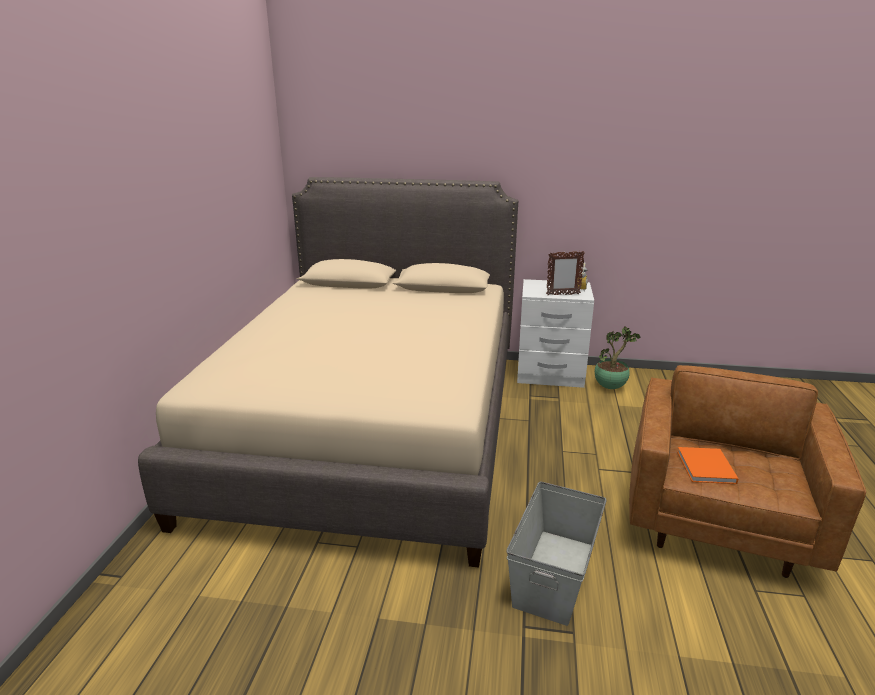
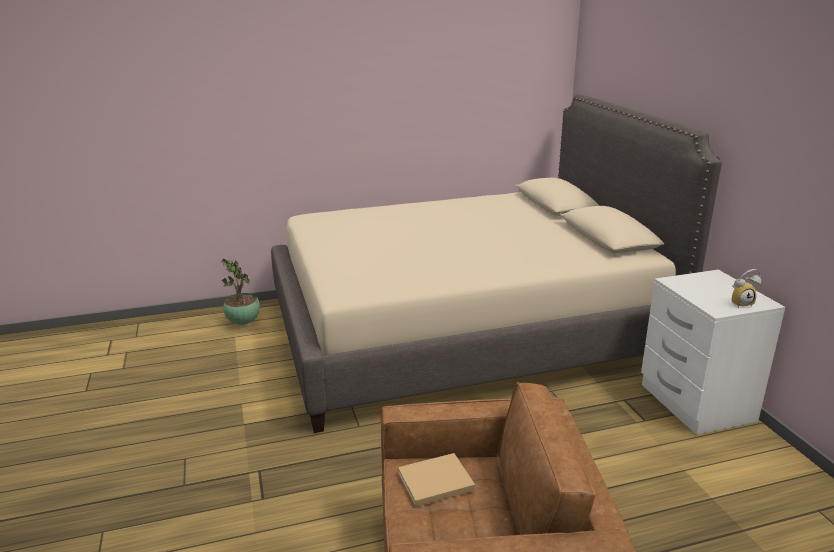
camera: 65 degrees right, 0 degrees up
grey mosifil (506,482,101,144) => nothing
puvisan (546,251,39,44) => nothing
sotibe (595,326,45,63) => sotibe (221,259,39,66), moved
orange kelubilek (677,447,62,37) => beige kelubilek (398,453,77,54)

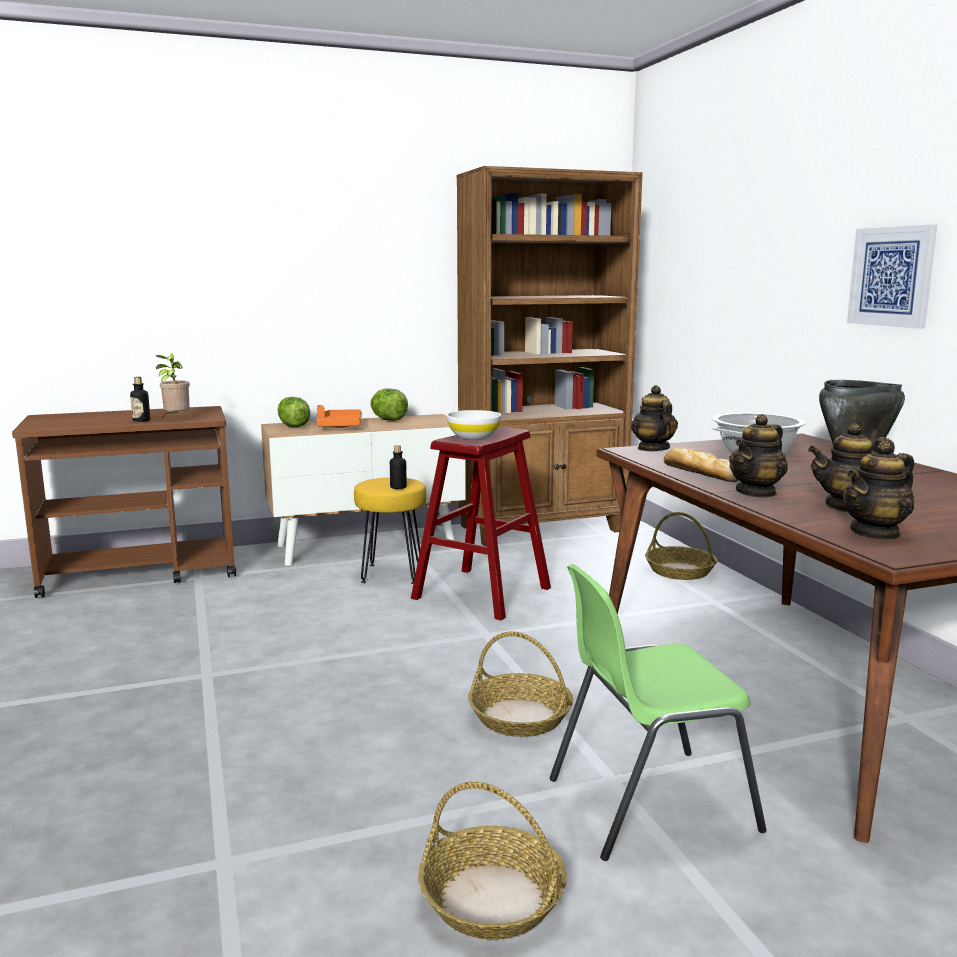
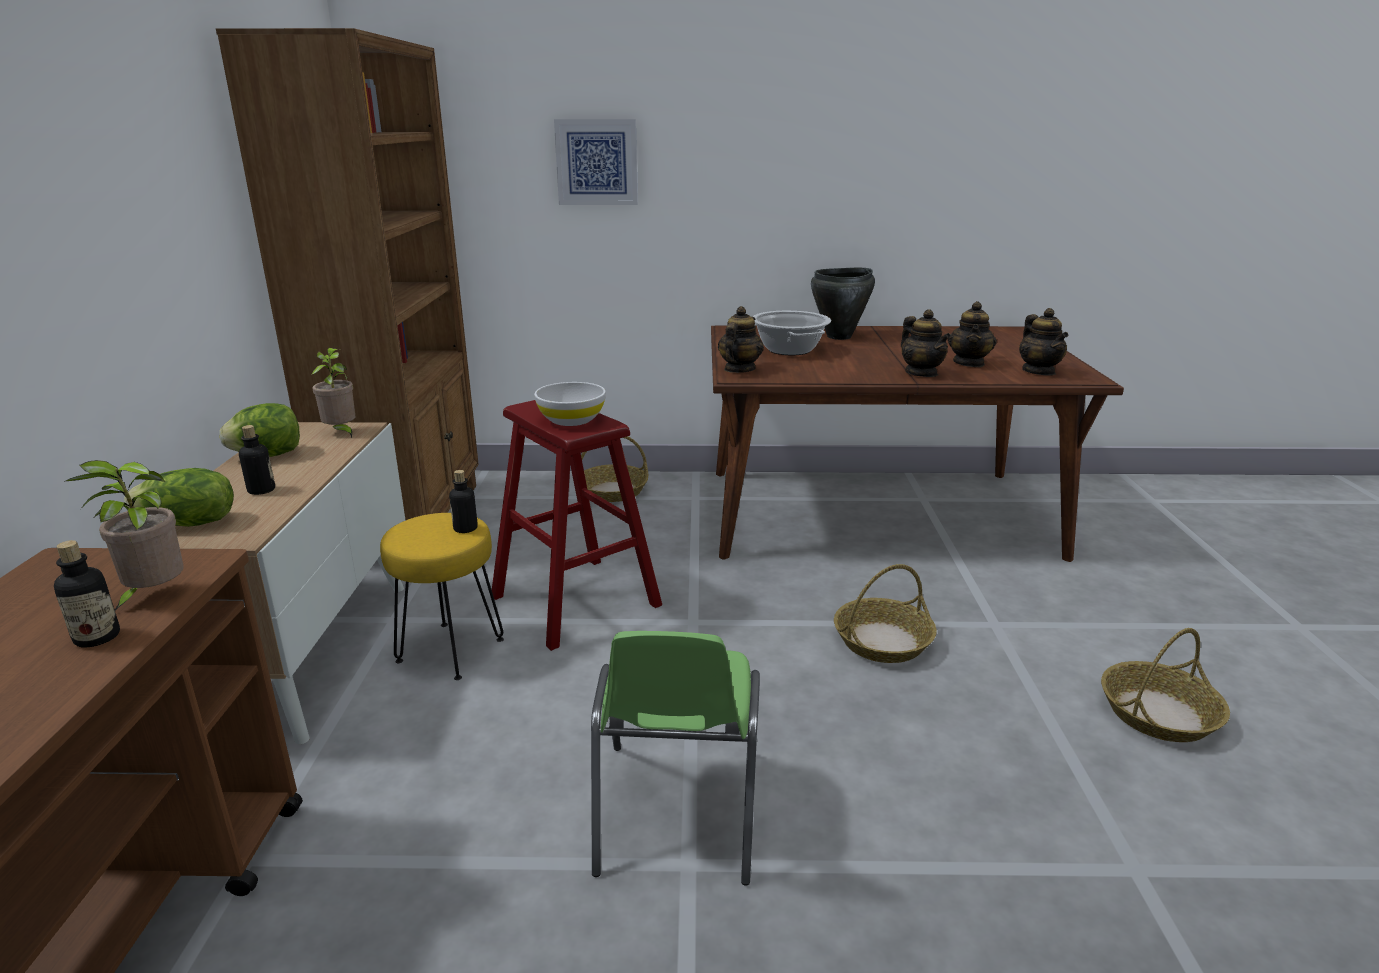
camera: 70 degrees left, 10 degrees up
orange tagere (317,405,45,23) => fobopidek (239,425,36,70)
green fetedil (550,564,216,297) => green fetedil (591,631,169,255), moved
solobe (631,385,47,66) => solobe (718,306,46,67), 105 degrees clockwise
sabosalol (664,448,75,34) => nothing
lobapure (847,225,90,104) => lobapure (554,119,84,86), moved
nothing => sotibe (311,348,44,90)

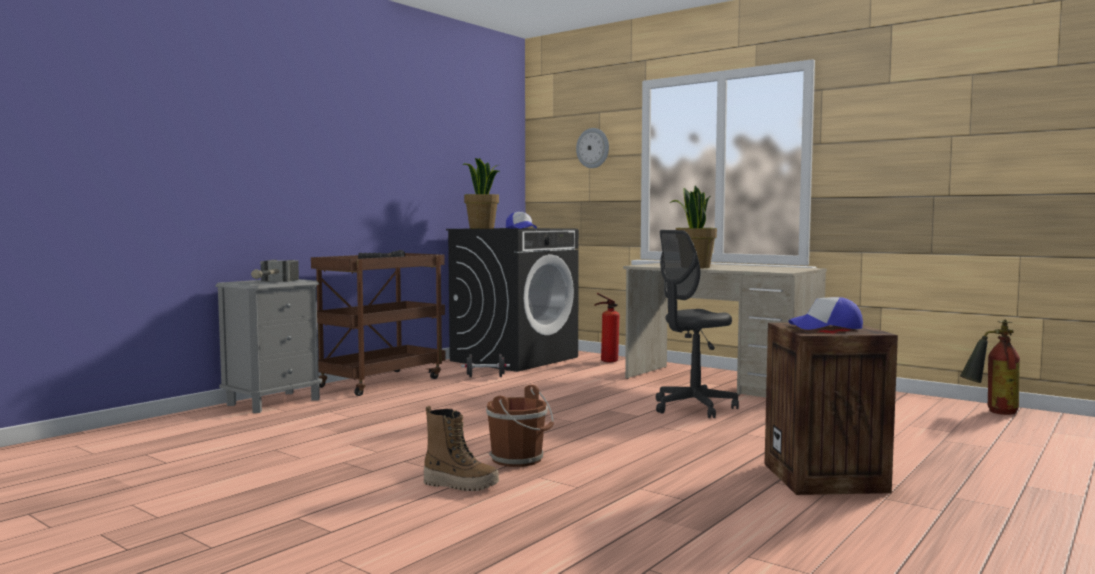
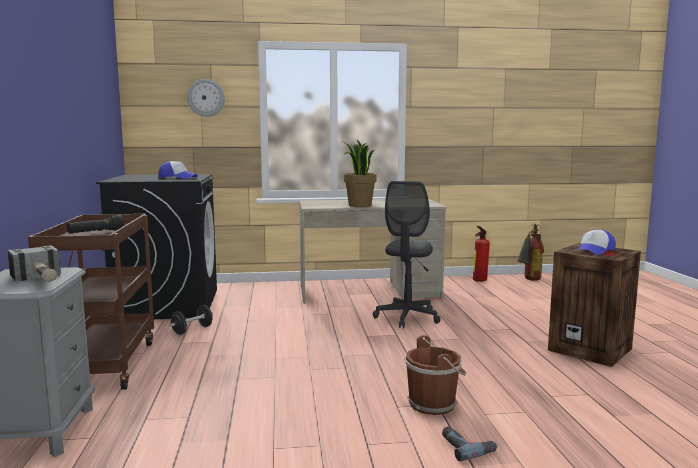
camera: 45 degrees left, 5 degrees up
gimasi (424,406,75,85) => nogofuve (442,426,55,35)
sotibe (462,158,38,71) => nothing
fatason (594,293,26,69) => fatason (473,226,17,56), moved

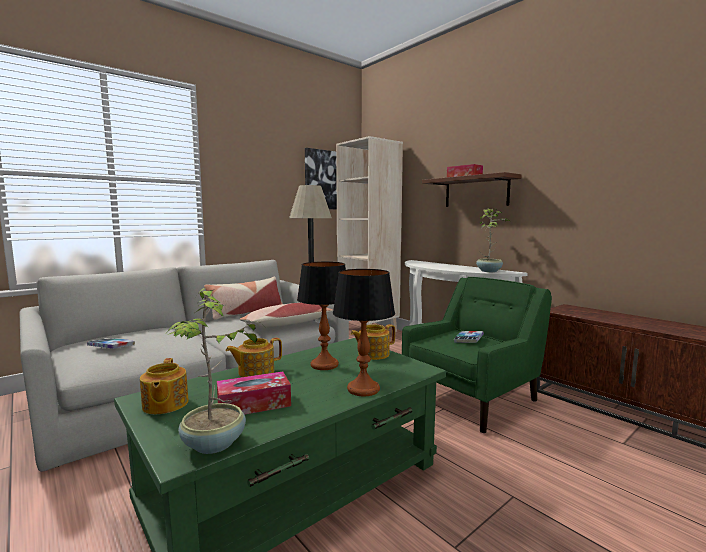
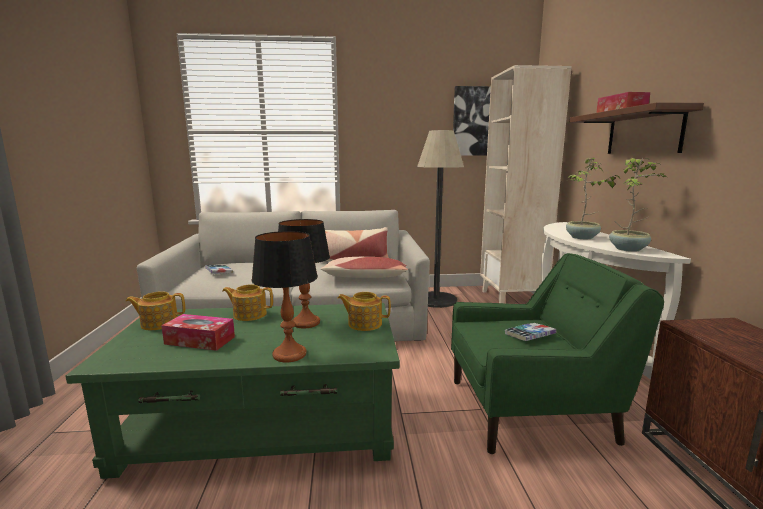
camera: 35 degrees right, 5 degrees up
solobe (140,358,49,56) => solobe (126,291,59,39), 60 degrees clockwise
sotibe (167,288,95,166) => sotibe (566,158,54,81), moved

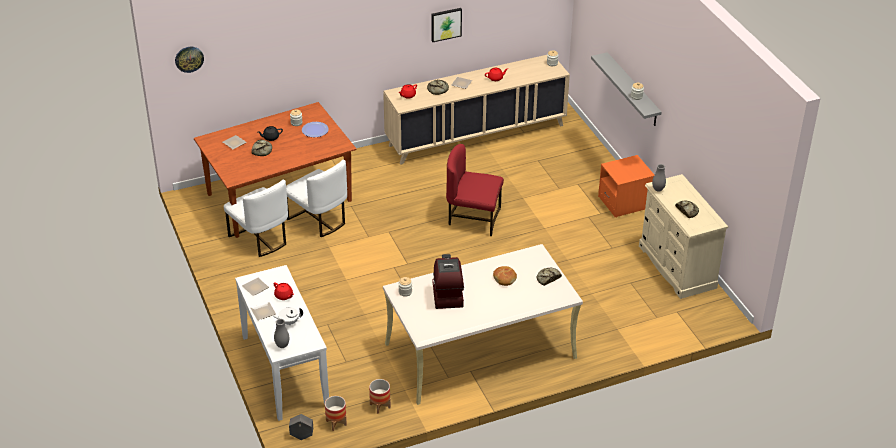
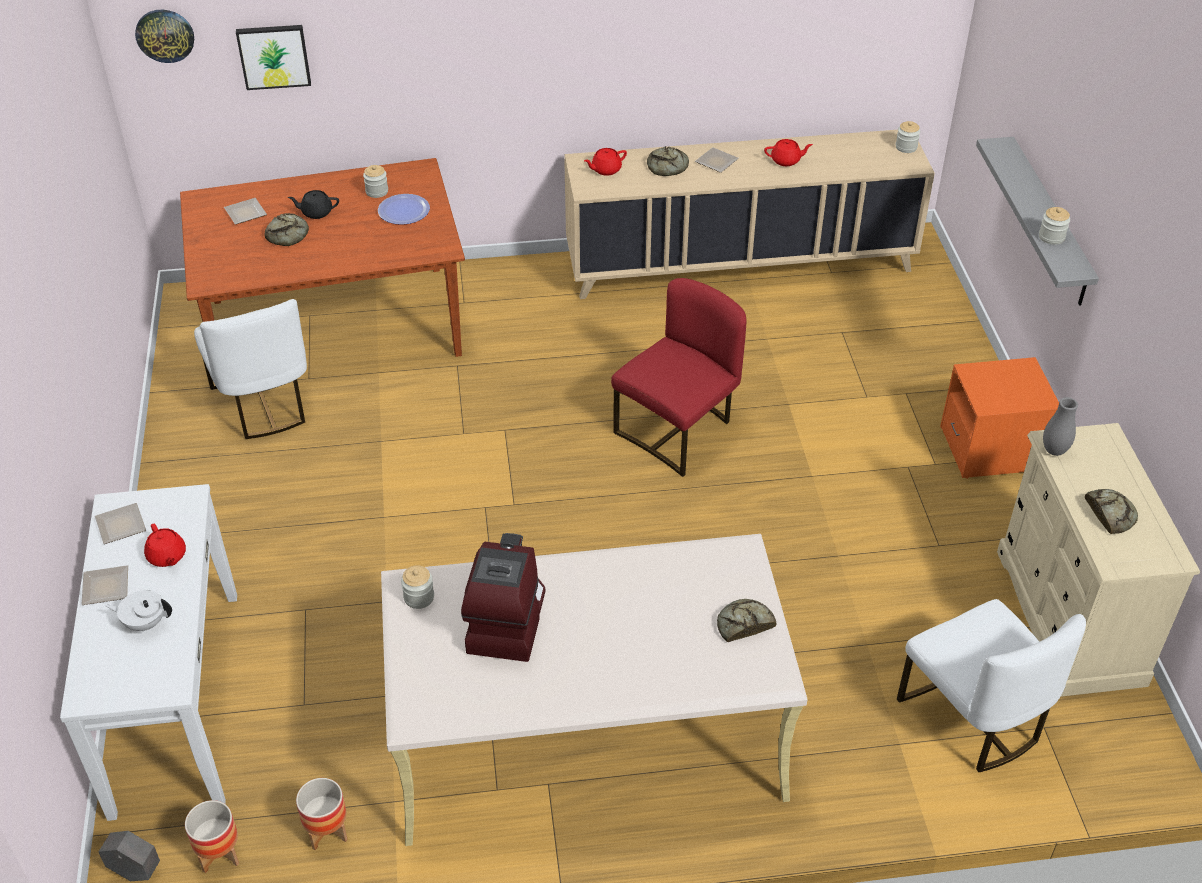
camera: 15 degrees right, 5 degrees up
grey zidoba (274,319,16,29) => nothing
white fetedil (286,160,61,77) => white fetedil (897,599,189,173), moved
lobapure (431,8,31,34) => lobapure (236,25,75,65), moved
red fetedil (446,144,58,92) => red fetedil (611,278,135,199), 105 degrees clockwise
sabosalol (493,266,24,20) => nothing

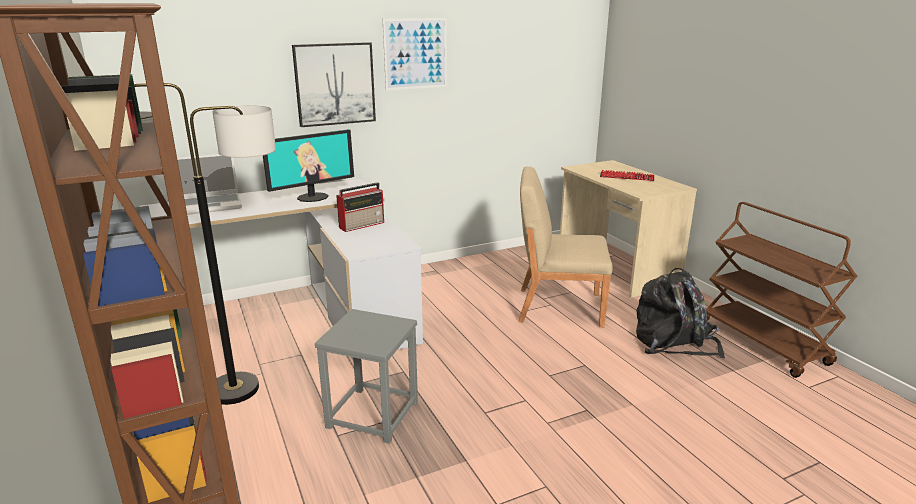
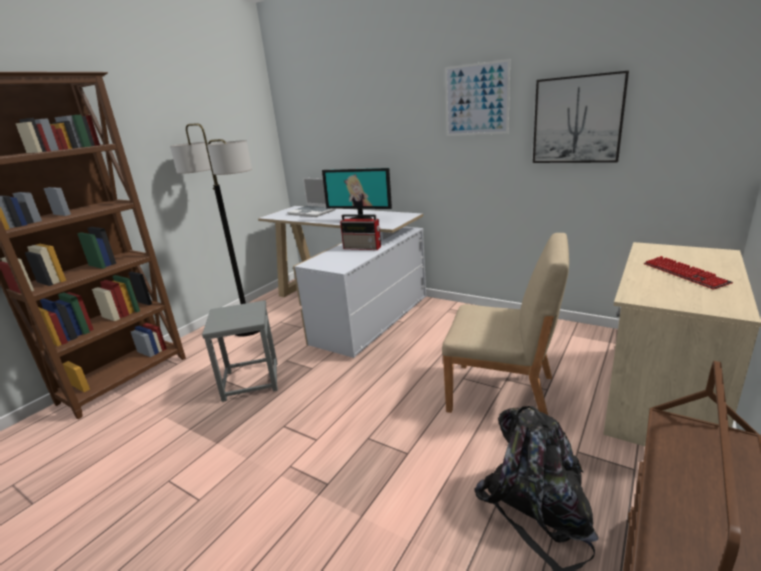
camera: 60 degrees right, 0 degrees up
lobapure (292,42,84,85) => lobapure (533,71,96,92), moved
beige fetedil (518,167,95,160) => beige fetedil (442,233,127,182), 135 degrees clockwise

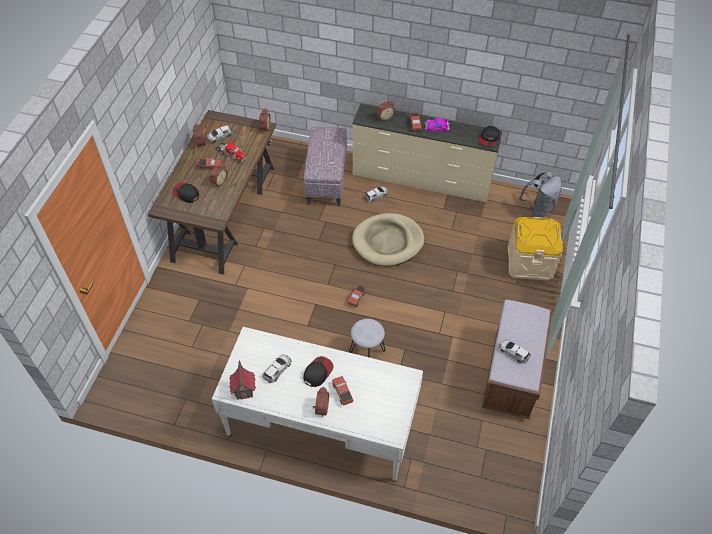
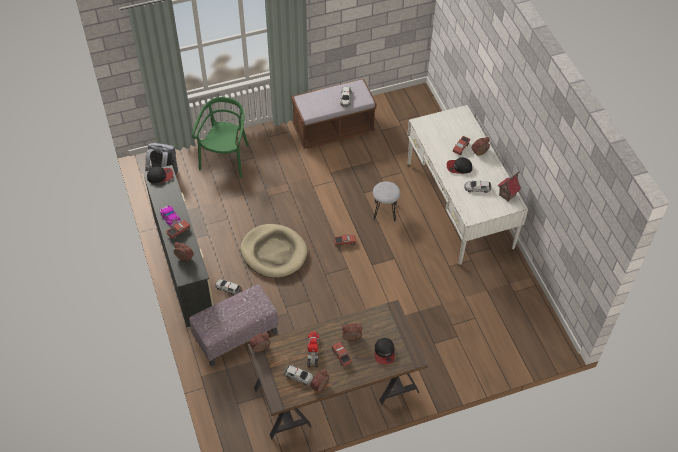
camera: 125 degrees left, 0 degrees up
beige mosifil (508,217,55,64) => green fetedil (192,97,57,81)

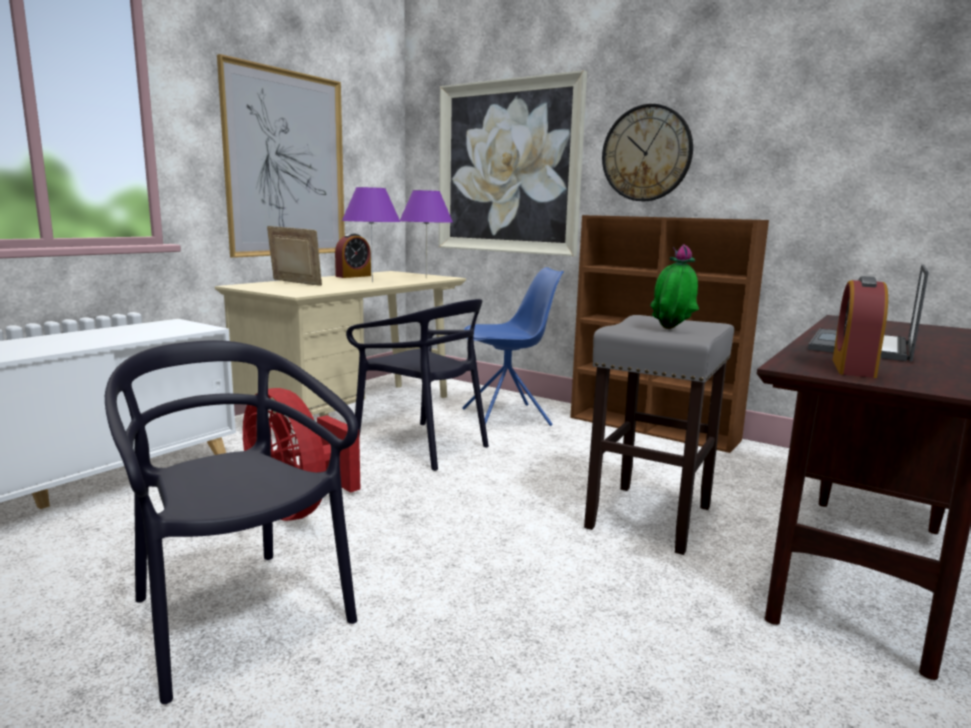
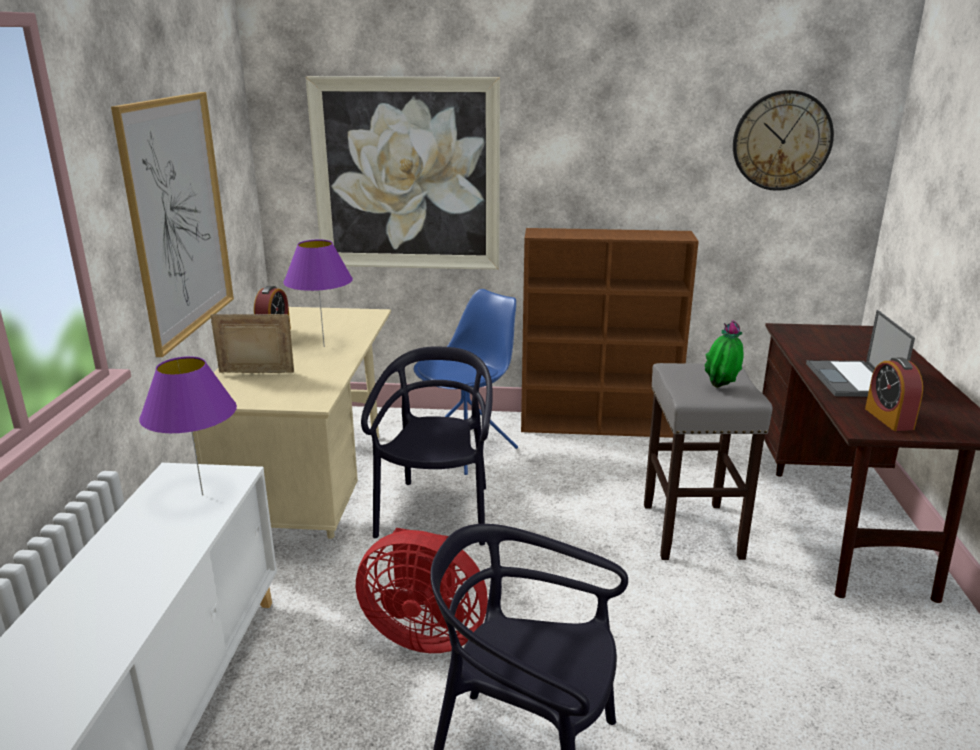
camera: 30 degrees left, 10 degrees up
black fetedil (346,299,143,172) => black fetedil (361,347,132,199), 90 degrees counterclockwise
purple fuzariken (400,190,53,74) => purple fuzariken (139,356,98,139), moved
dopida (602,104,91,97) => dopida (733,90,101,101), moved

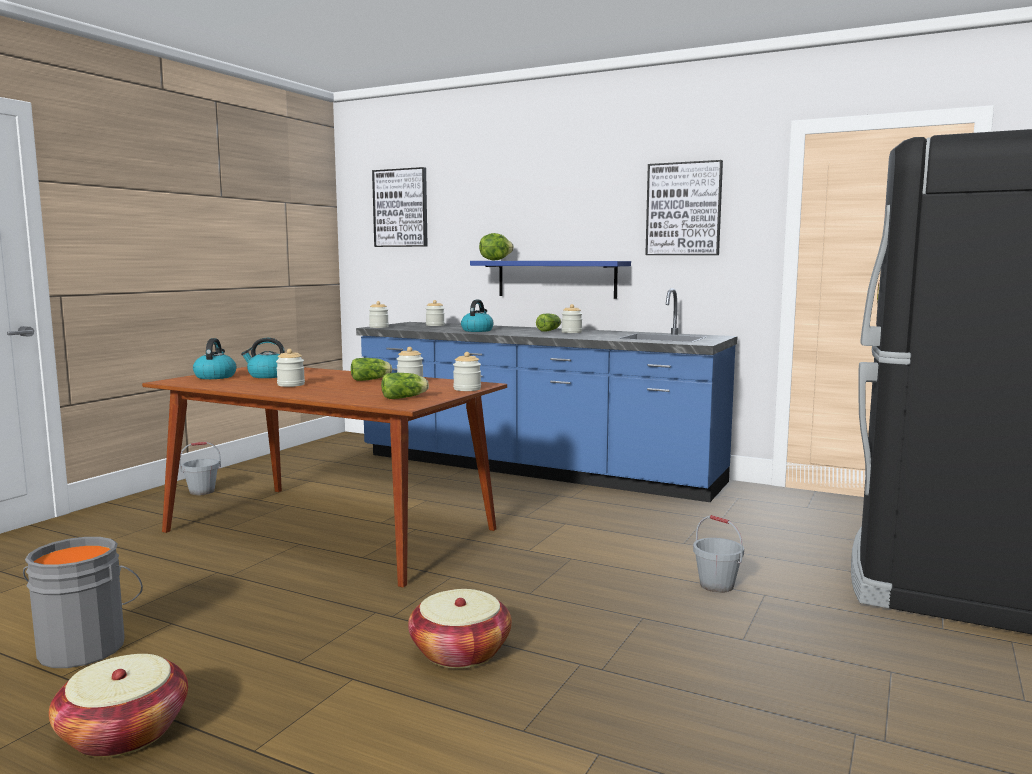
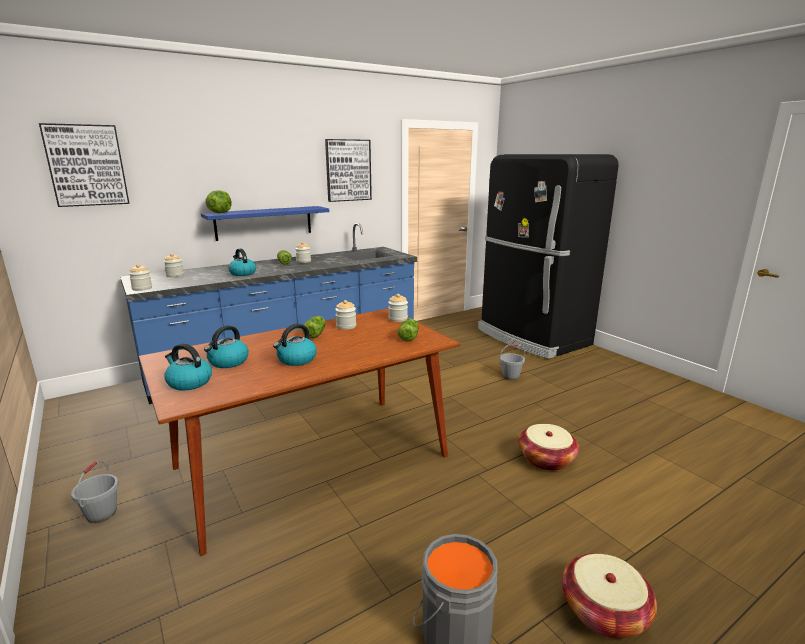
camera: 60 degrees left, 10 degrees up
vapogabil (276,349,29,38) => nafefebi (273,324,44,42)

